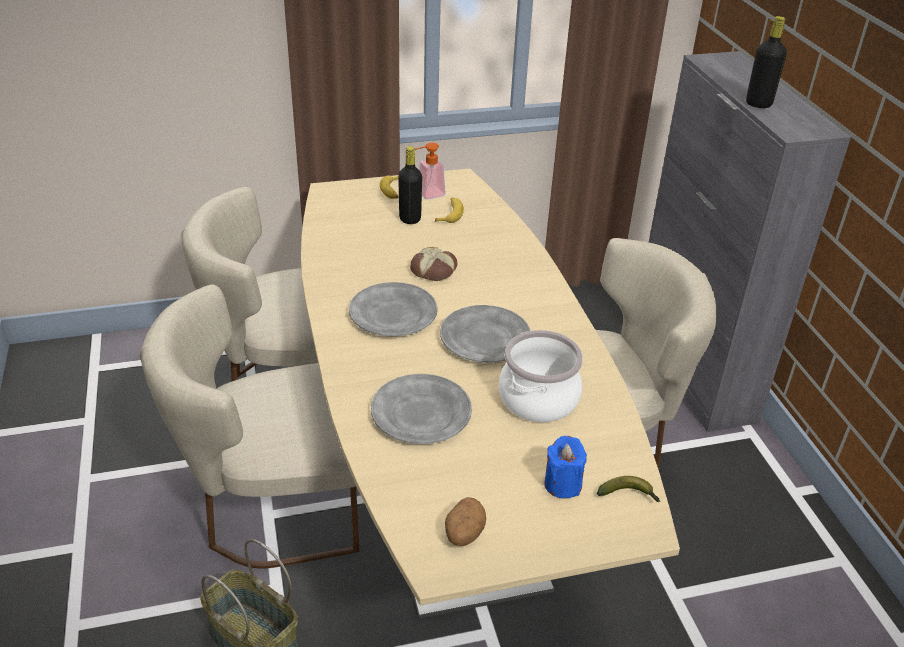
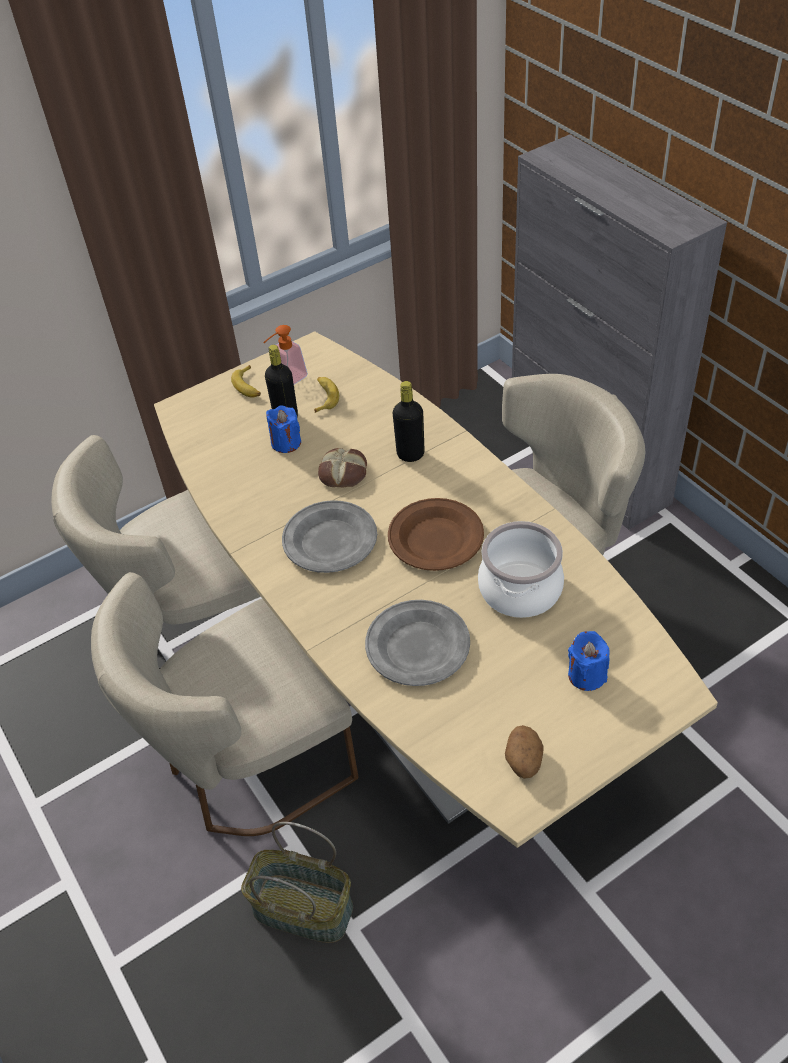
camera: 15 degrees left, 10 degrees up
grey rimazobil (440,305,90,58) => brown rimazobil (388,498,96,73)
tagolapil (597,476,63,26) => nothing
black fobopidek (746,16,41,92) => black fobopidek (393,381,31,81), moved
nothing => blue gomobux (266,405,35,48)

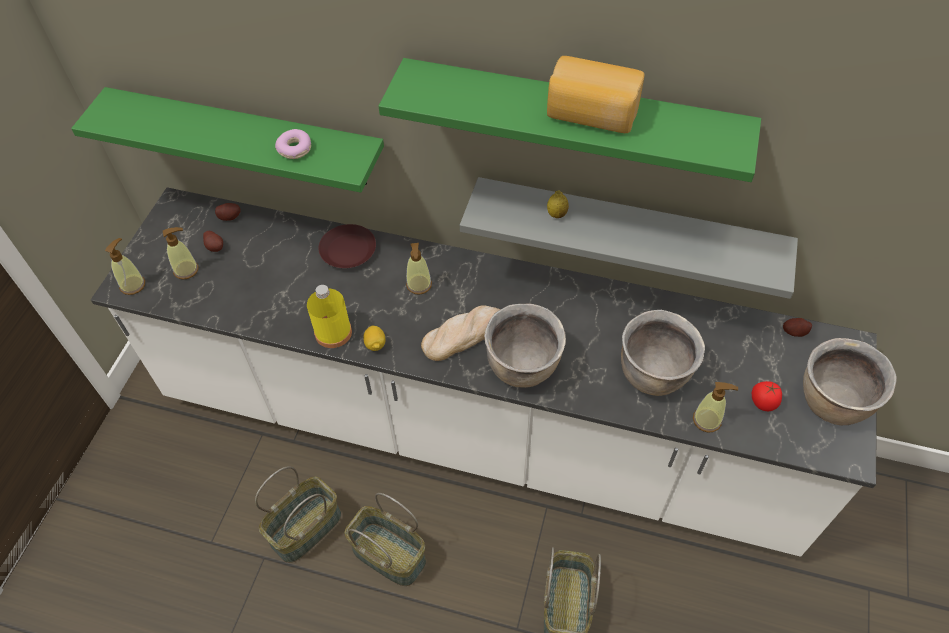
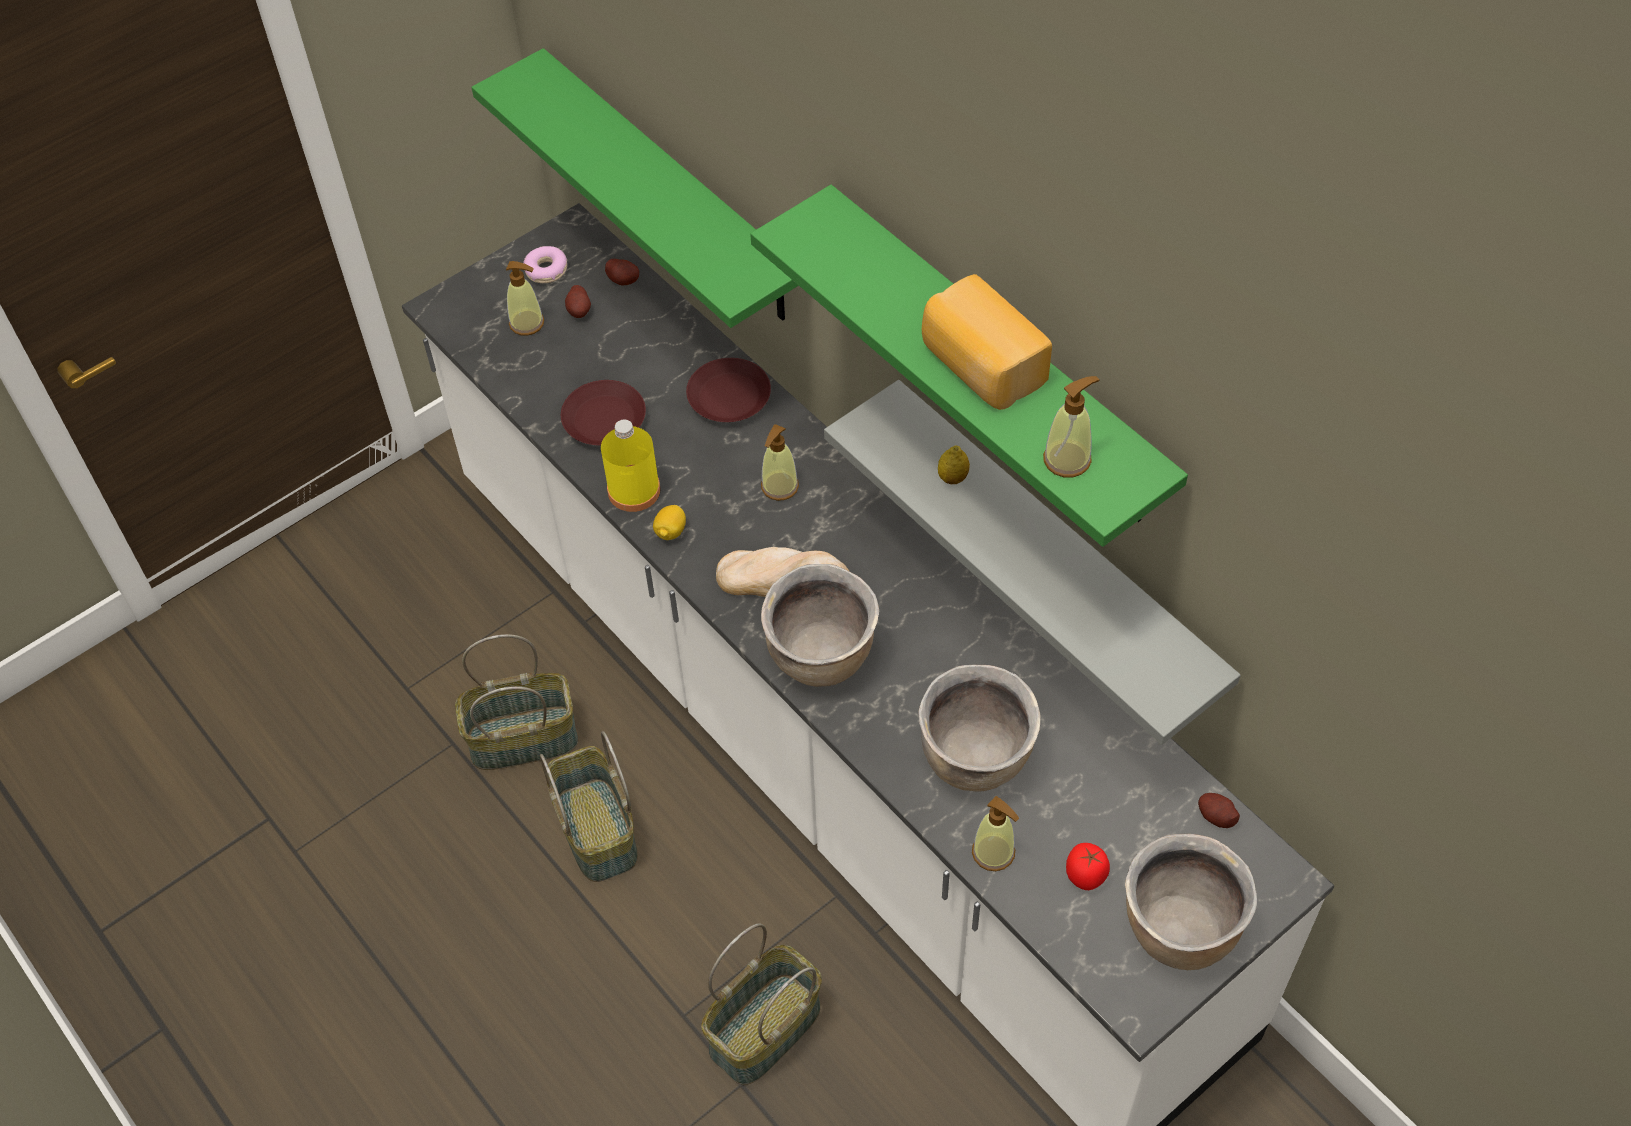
camera: 35 degrees right, 0 degrees up
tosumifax (105,238,40,57) => tosumifax (1043,376,56,101), moved
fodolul (275,129,36,30) => fodolul (523,246,44,37), moved
nothing => brown rimazobil (561,380,85,65)

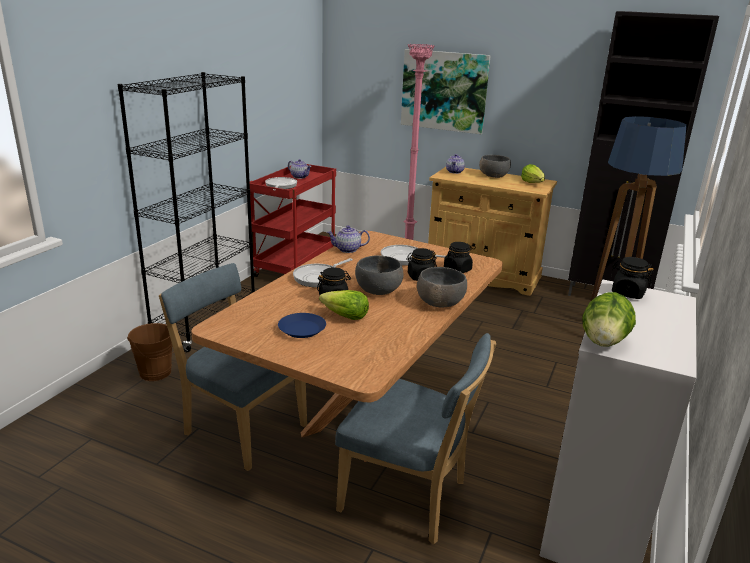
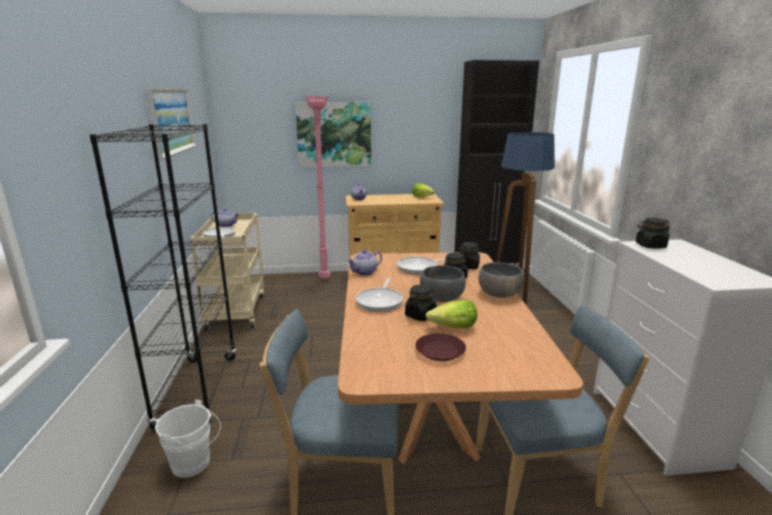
camera: 30 degrees left, 5 degrees down
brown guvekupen (127,323,46,58) => white guvekupen (155,399,66,79)
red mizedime (250,164,86,113) => beige mizedime (190,213,74,118)
blue rimazobil (278,313,48,25) => brown rimazobil (415,333,51,28)
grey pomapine (479,155,32,23) => nothing
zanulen (582,292,54,55) => nothing
nothing => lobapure (145,88,52,72)

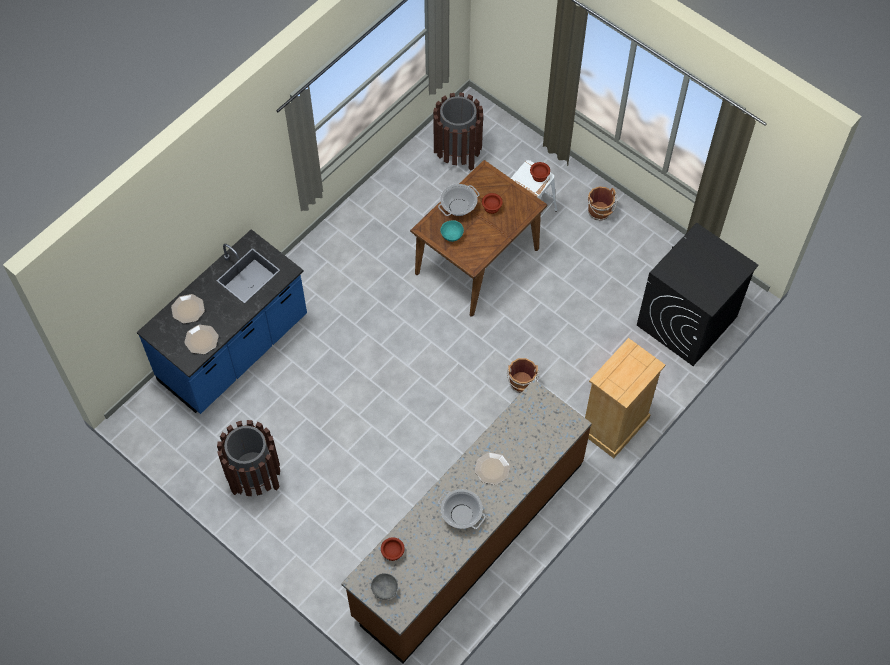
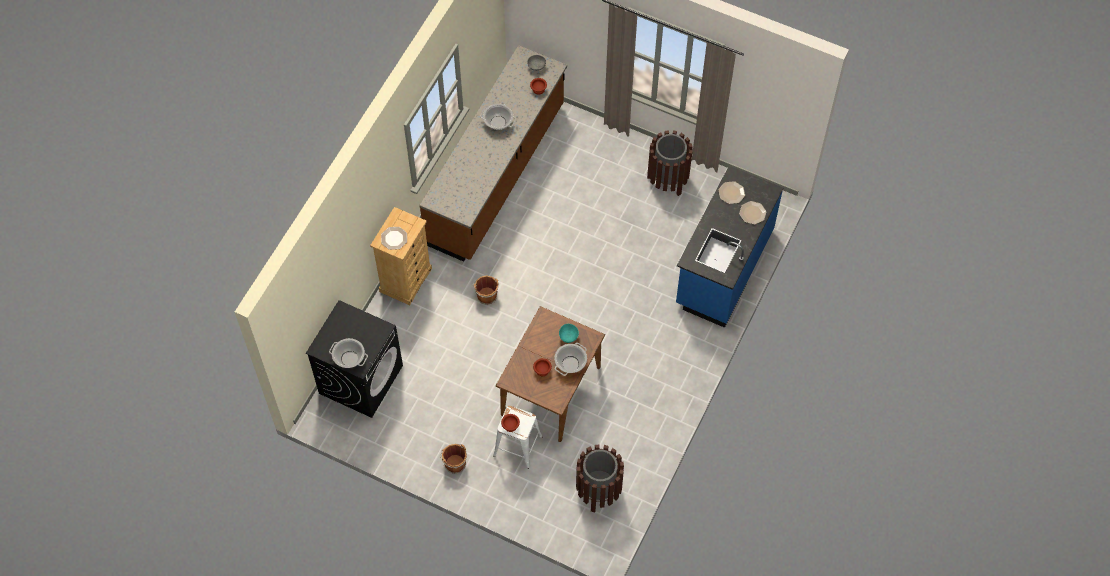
camera: 165 degrees right, 0 degrees up
rimazobil (475,452,35,33) => rimazobil (381,227,26,23), moved
nothing => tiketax (329,338,39,30)

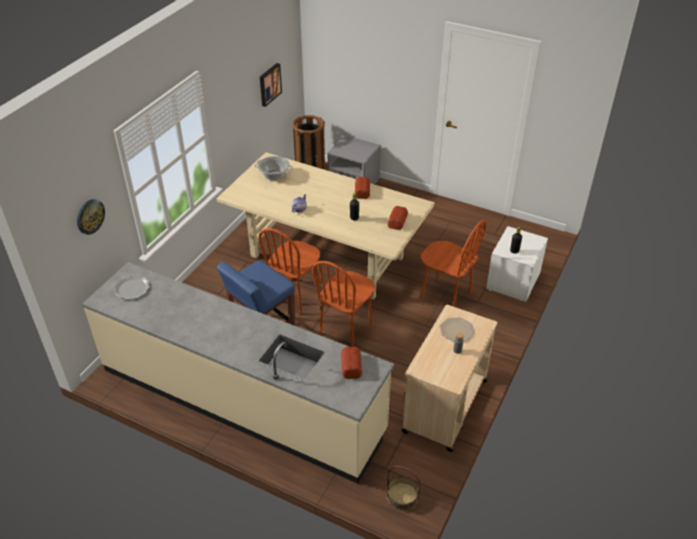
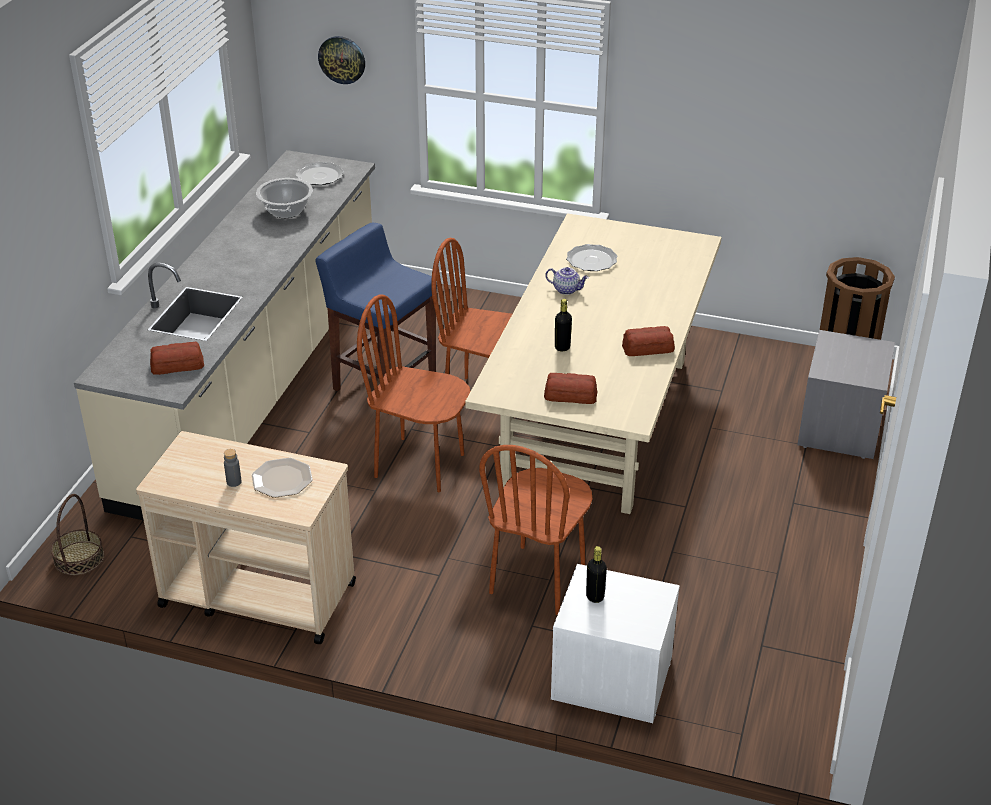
camera: 80 degrees right, 5 degrees down
tiketax (255,156,38,24) => tiketax (256,178,57,40), moved
lobapure (260,63,22,44) => nothing
nothing => rimazobil (566,244,51,27)

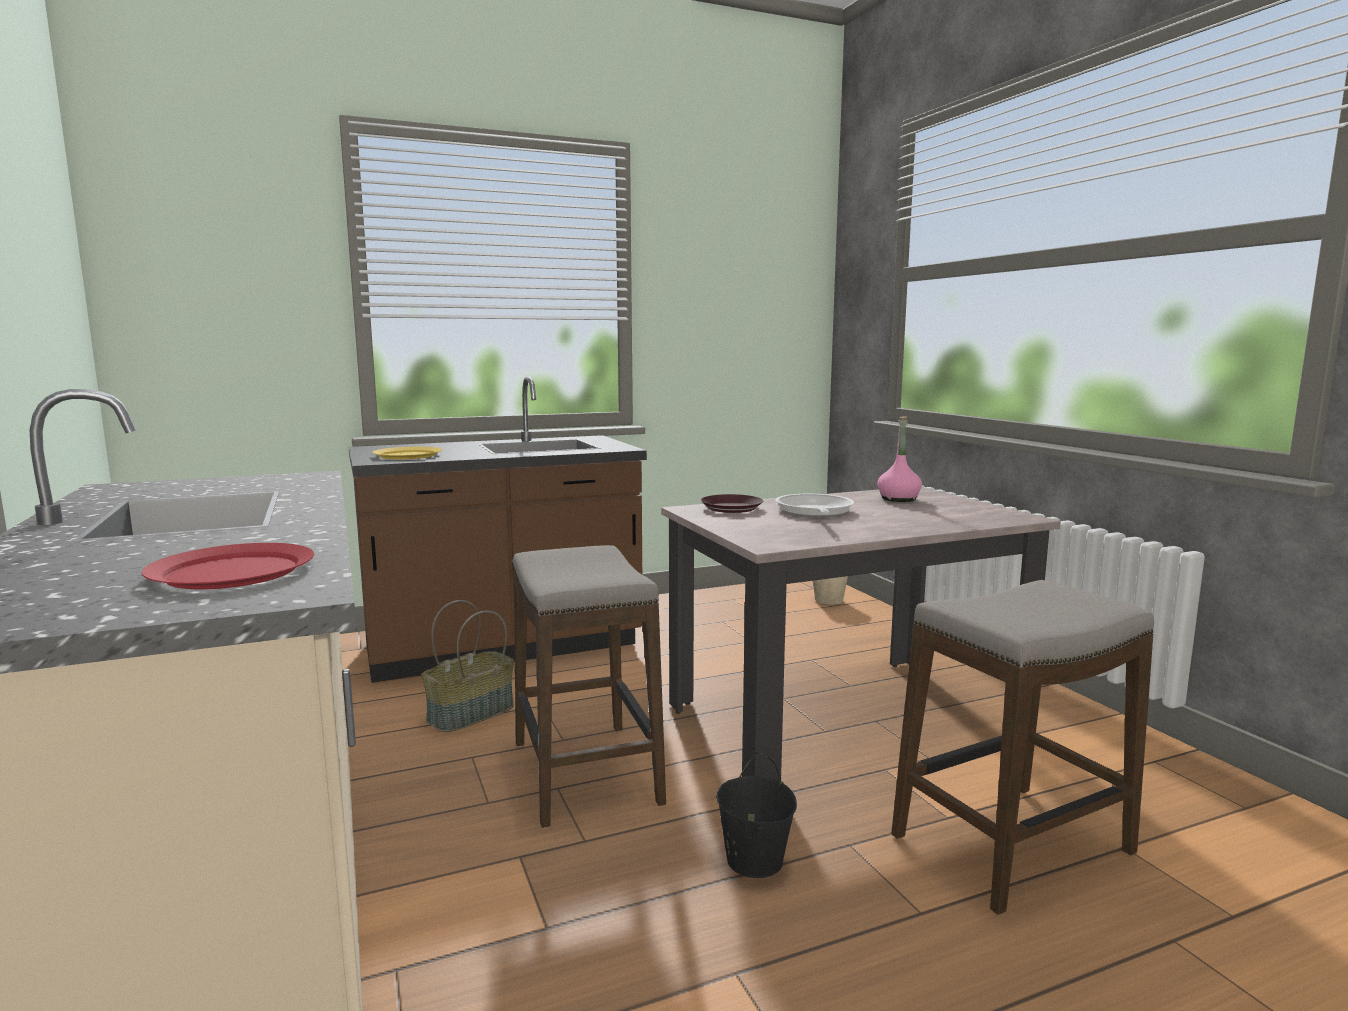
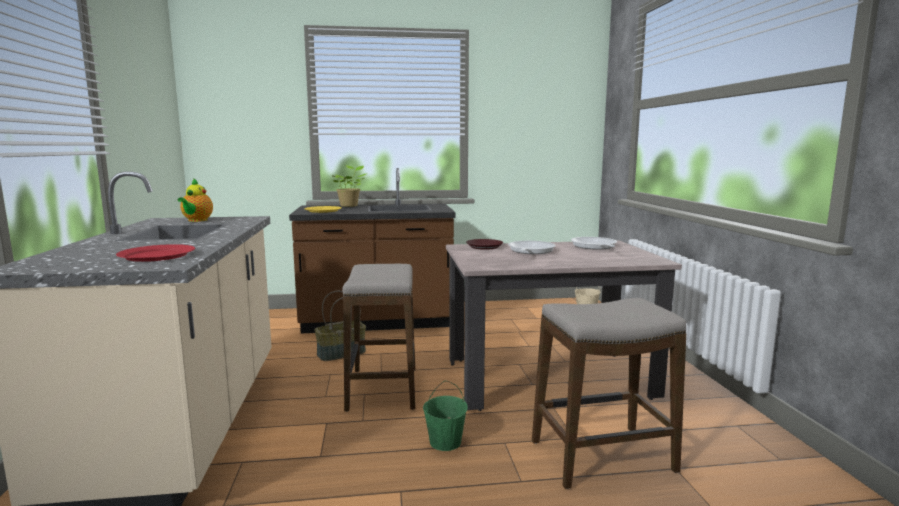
camera: 15 degrees right, 0 degrees up
black guvekupen (716,752,81,126) => green guvekupen (423,381,45,70)
pink fobopidek (877,416,45,86) => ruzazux (571,237,46,13)
nothing => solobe (178,179,35,43)
nothing => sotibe (332,165,35,42)

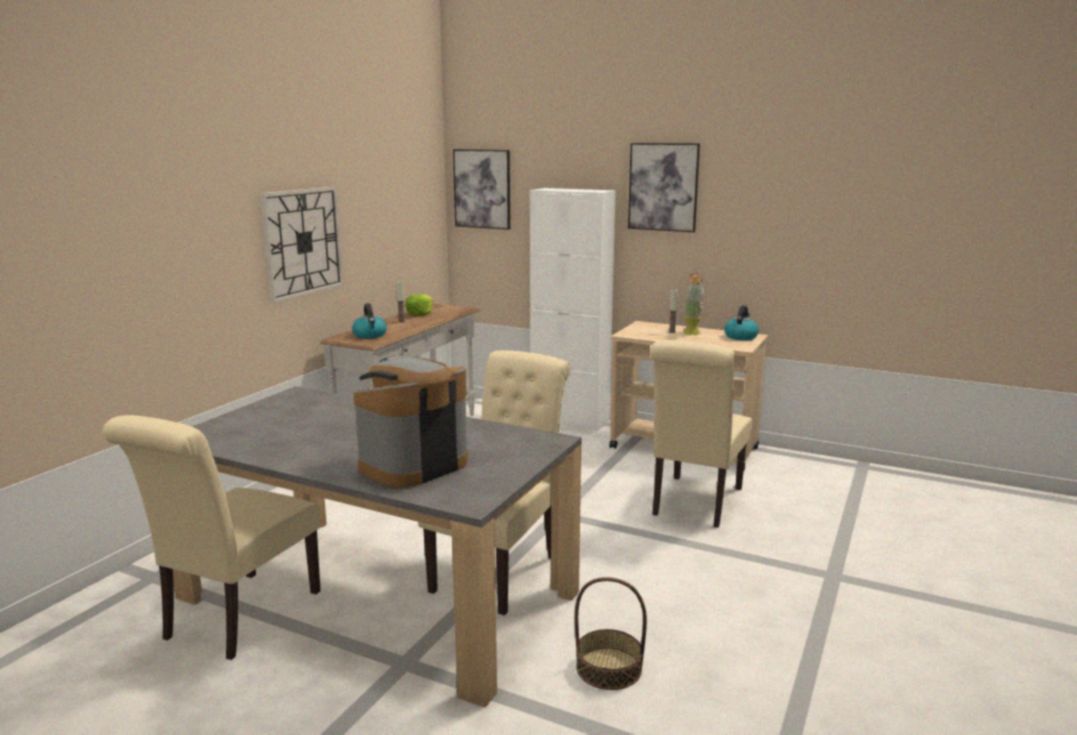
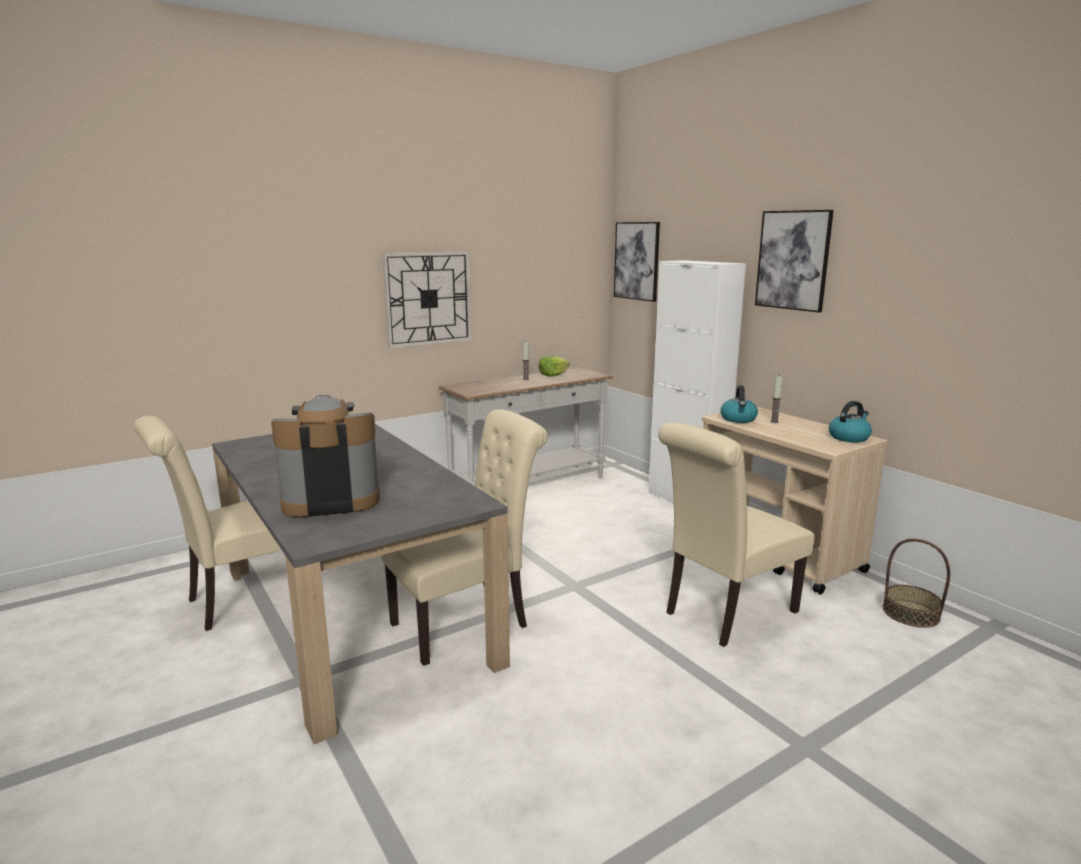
camera: 30 degrees right, 0 degrees up
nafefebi (352,303,35,36) => nafefebi (720,385,38,38), moved
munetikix (575,577,72,113) => munetikix (882,539,68,88), moved
sotibe (682,273,23,62) => nothing

